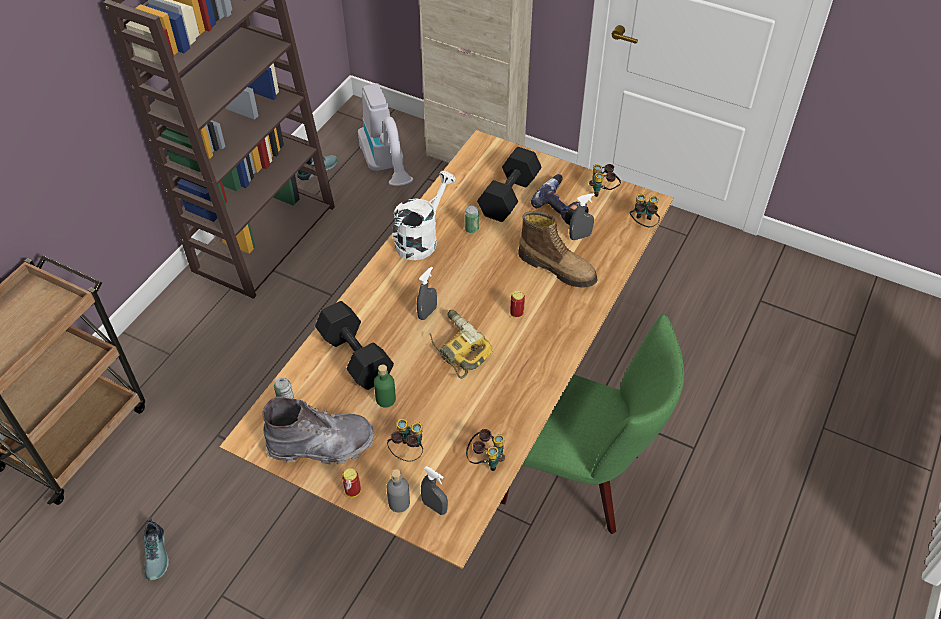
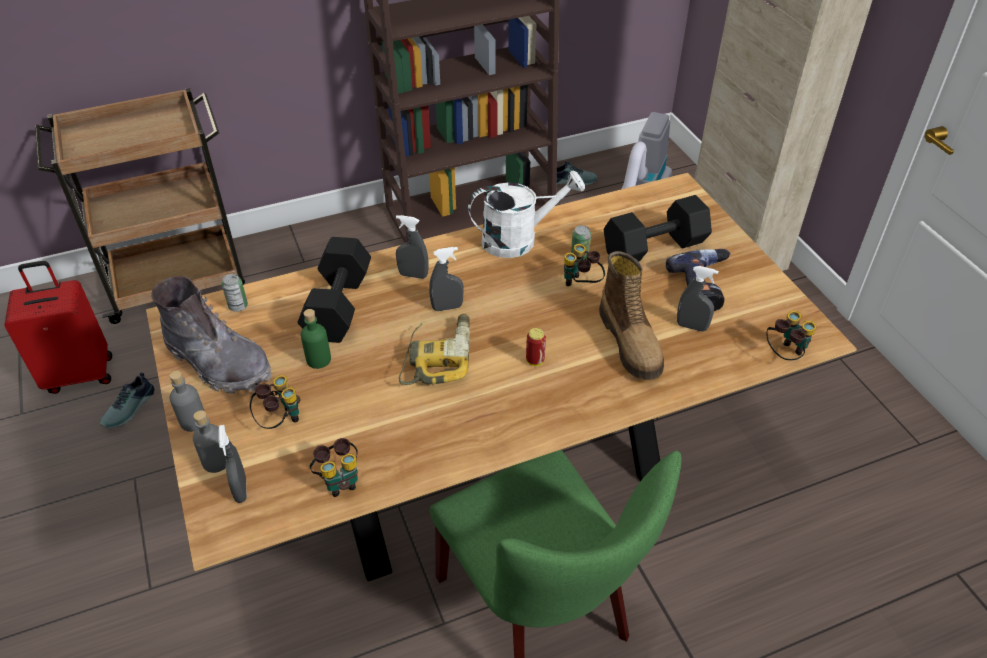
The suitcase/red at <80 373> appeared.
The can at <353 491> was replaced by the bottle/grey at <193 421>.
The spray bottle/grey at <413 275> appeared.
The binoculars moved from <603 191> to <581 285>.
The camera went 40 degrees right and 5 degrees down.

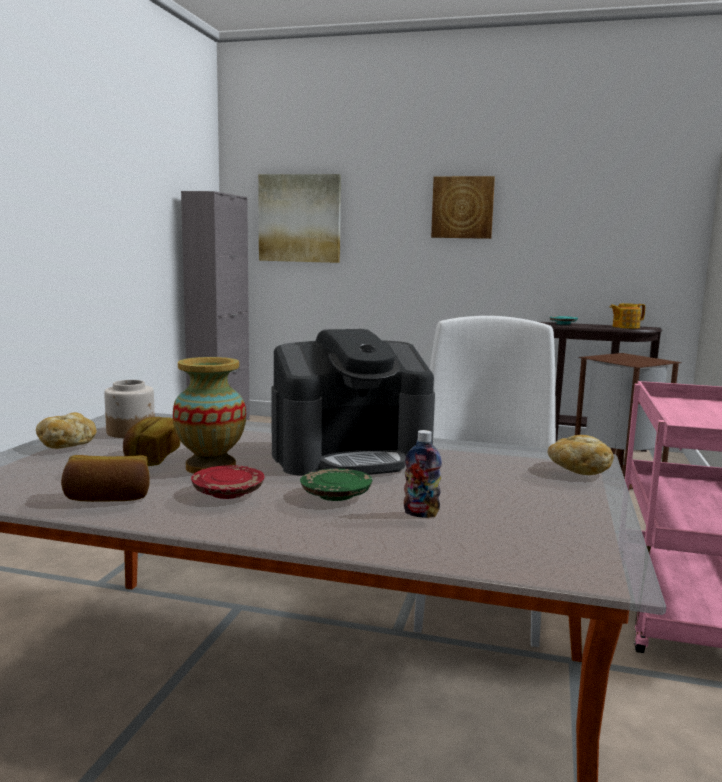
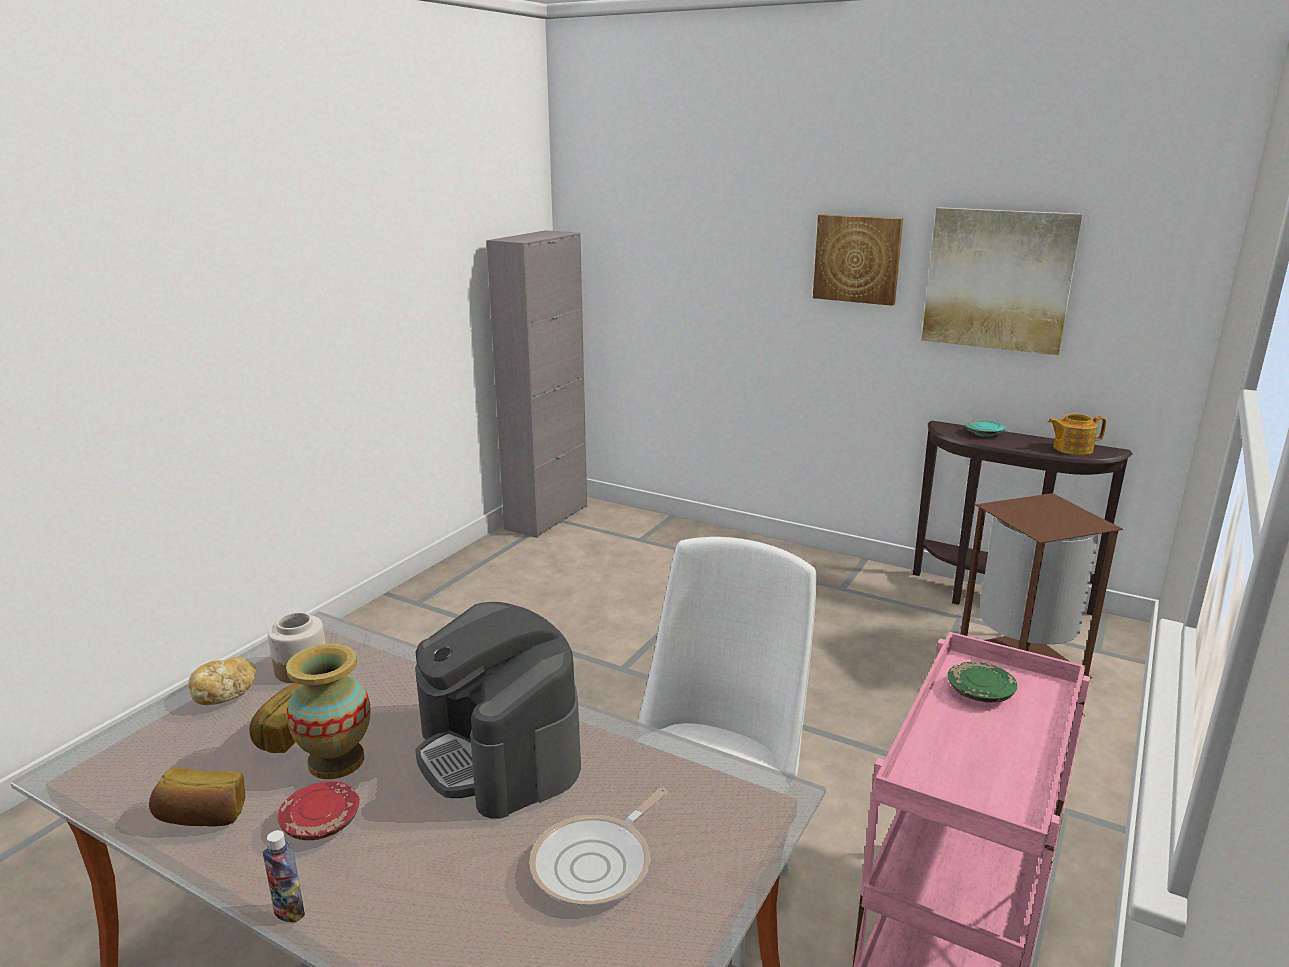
The bottle moved from <421 514> to <289 912>.
The coffee machine at <351 456> turned 60 degrees clockwise.
The frying pan at <597 864> appeared.
The picture moved from <299 218> to <998 280>.
The plate/green moved from <335 495> to <979 692>.
The bread at <578 470> disappeared.
The camera went 15 degrees right and 10 degrees up.

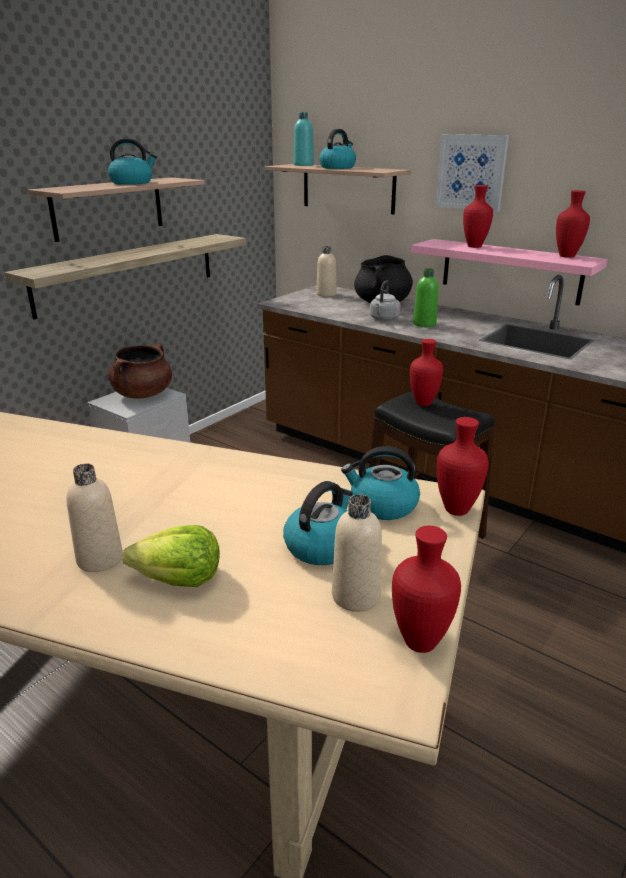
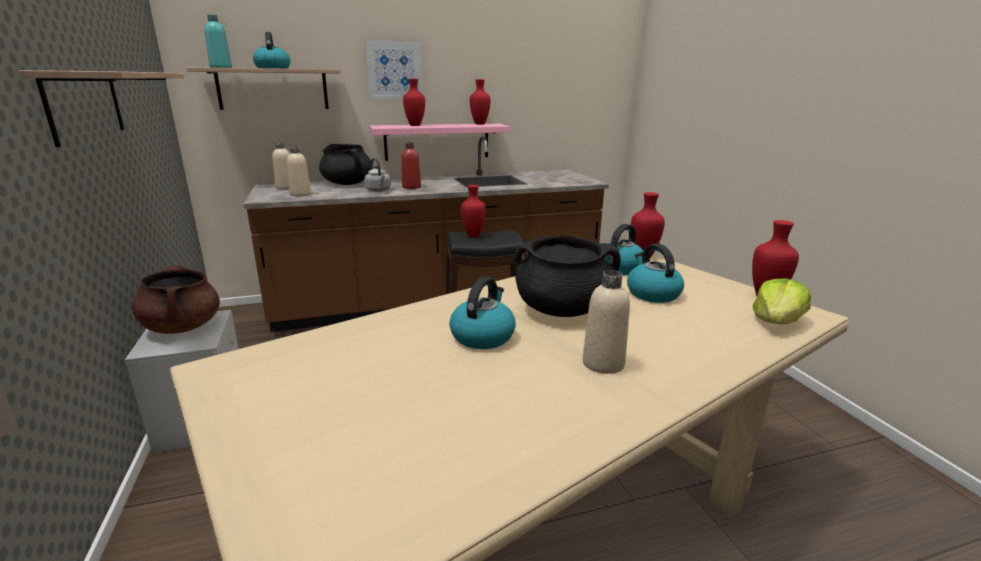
The bottle/beige moved from <356 596> to <300 194>.
The bottle/green at <424 324> became the bottle/red at <411 187>.
The kettle moved from <132 183> to <482 336>.
The cooking pot/black at <562 310> appeared.
The lettuce moved from <179 578> to <777 322>.
The shelf at <128 273> disappeared.
The camera went 55 degrees left and 5 degrees down.

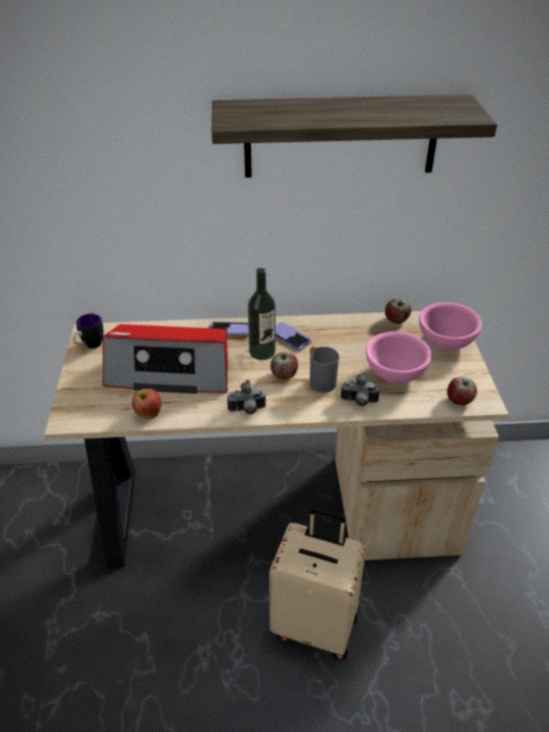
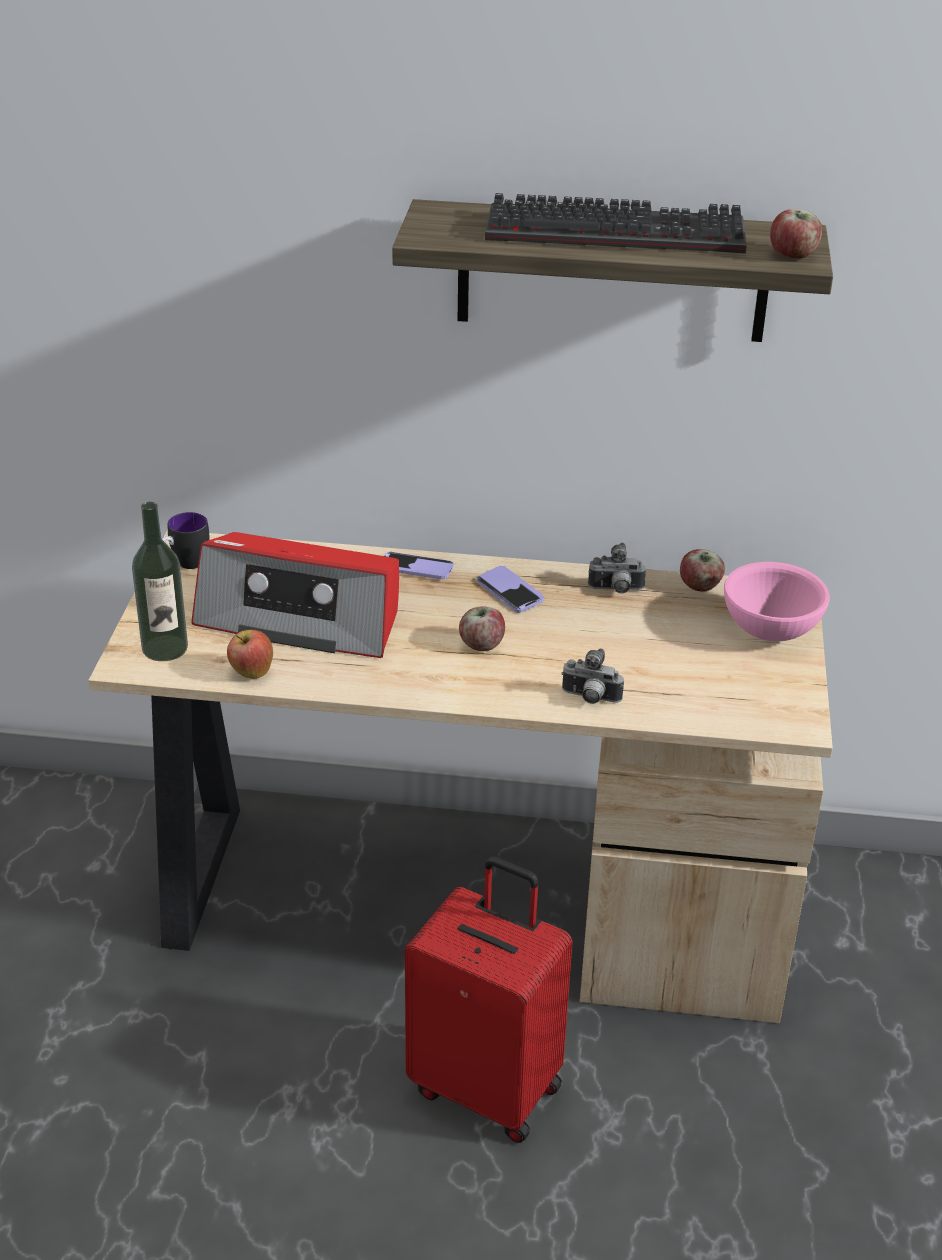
The bottle moved from <262 352> to <165 648>.
The suitcase/beige at <315 625> became the suitcase/red at <488 1086>.
The keyboard at <619 231> appeared.
The photo camera moved from <247 410> to <616 590>.
The apple moved from <459 401> to <793 256>.
The mug/grey at <319 380> disappeared.
The bowl/pink at <395 375> disappeared.
The camera went 10 degrees right and 5 degrees down.

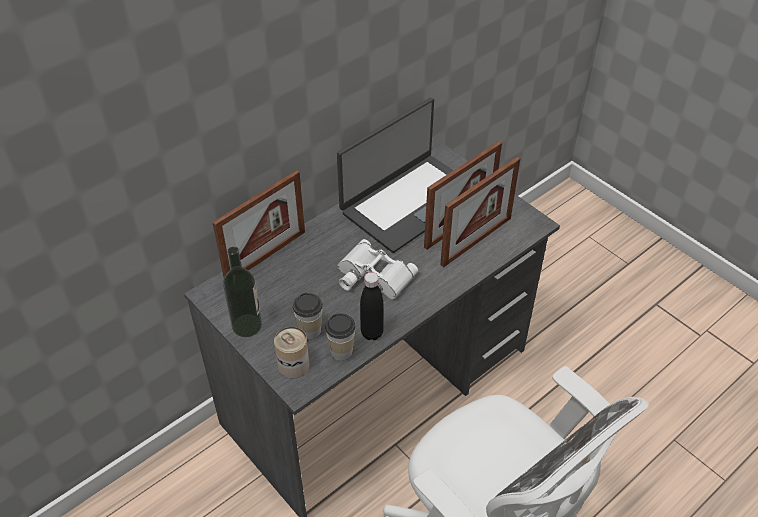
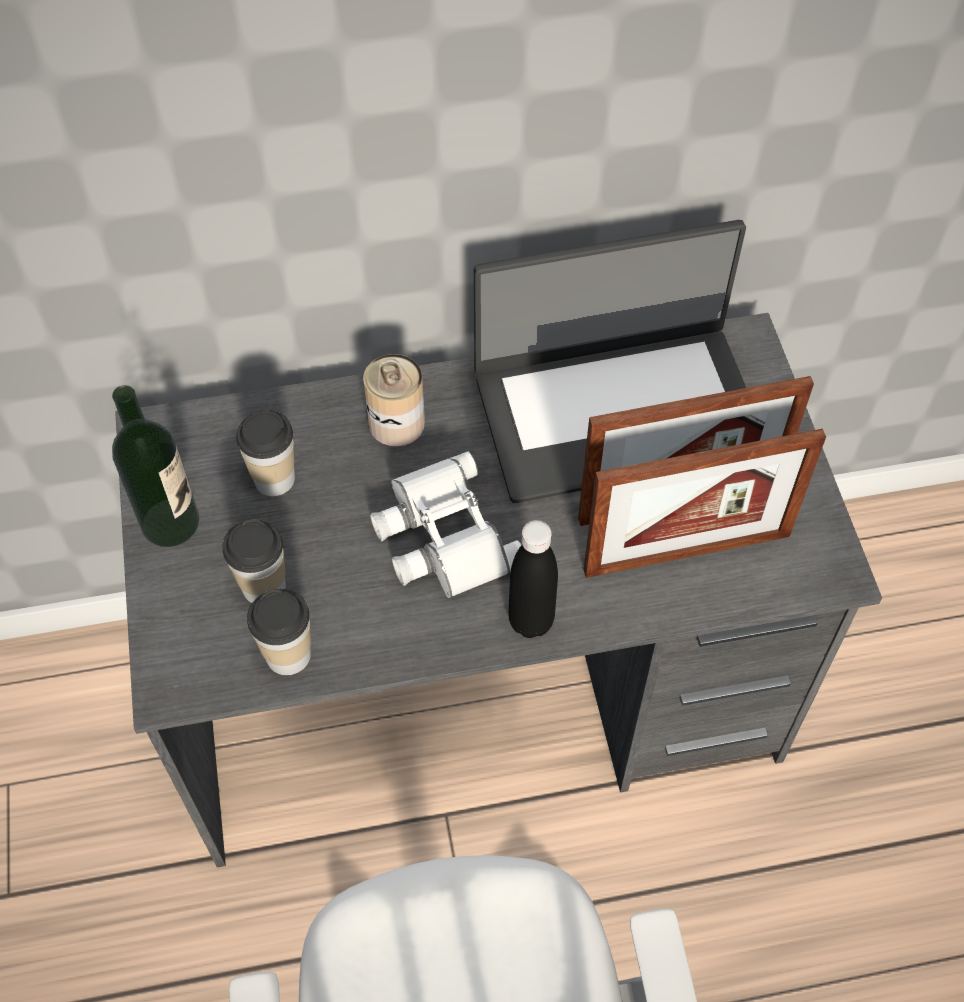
The cup at <274 478> appeared.
The can moved from <293 365> to <396 423>.
The bottle/black moved from <372 333> to <531 621>.
The picture frame at <265 256> disappeared.
The camera went 30 degrees right and 10 degrees up.

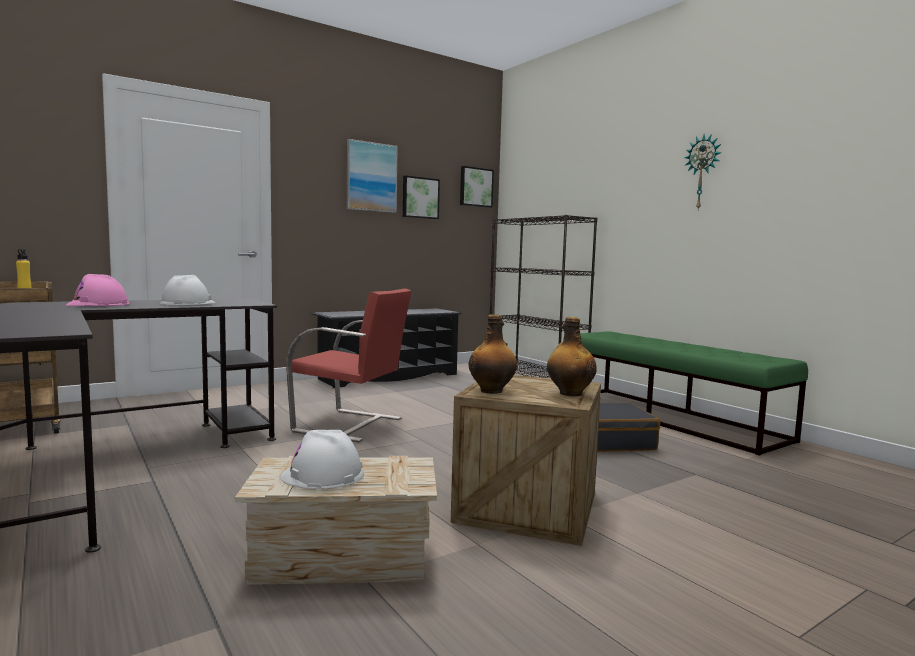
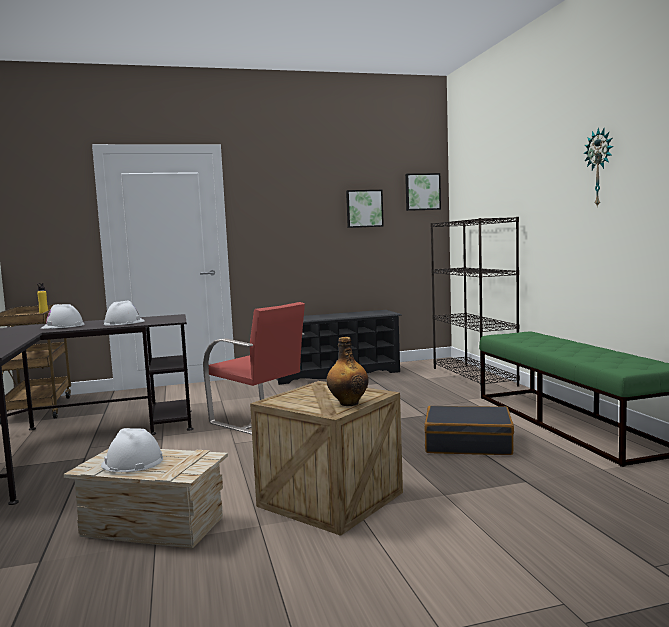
The hard hat/pink at <98 304> became the hard hat/white at <63 326>.
The picture at <371 177> disappeared.
The bottle at <492 391> disappeared.
The camera went 20 degrees right and 0 degrees up.

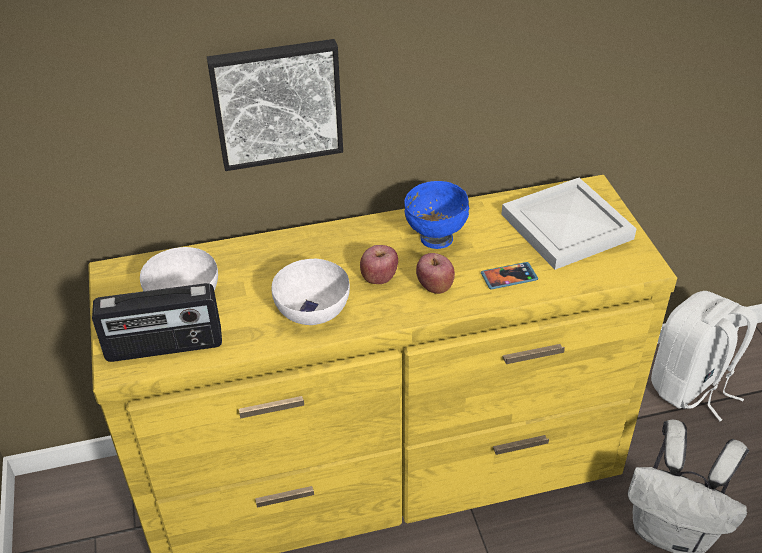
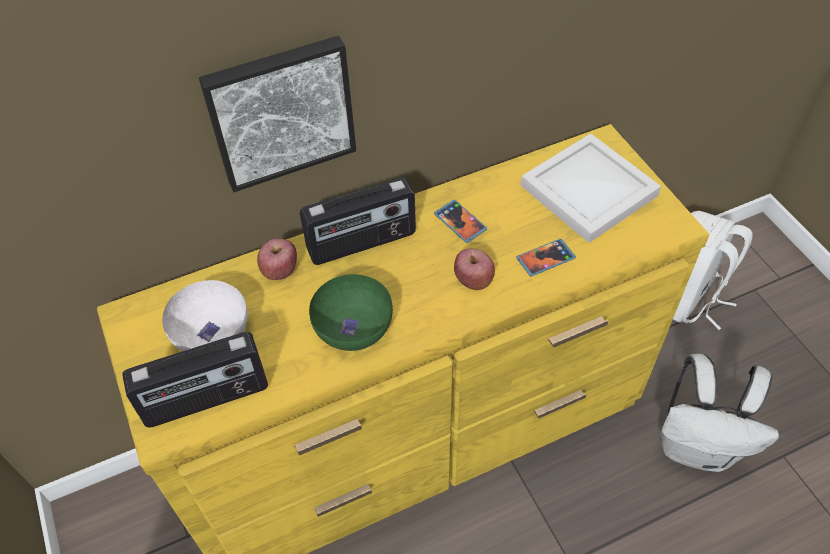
The apple moved from <379 277> to <280 270>.
The radio at <362 243> appeared.
The bowl/white at <312 310> became the bowl/green at <353 329>.
The bowl/blue at <435 237> was replaced by the phone at <460 222>.
The camera went 10 degrees left and 10 degrees up.

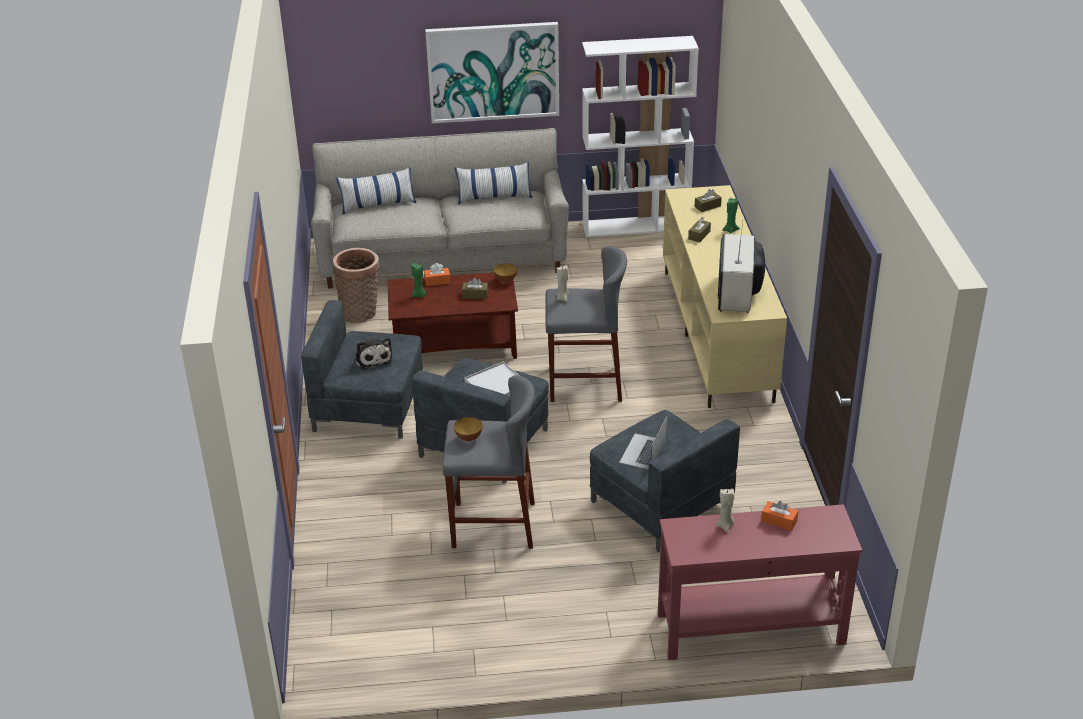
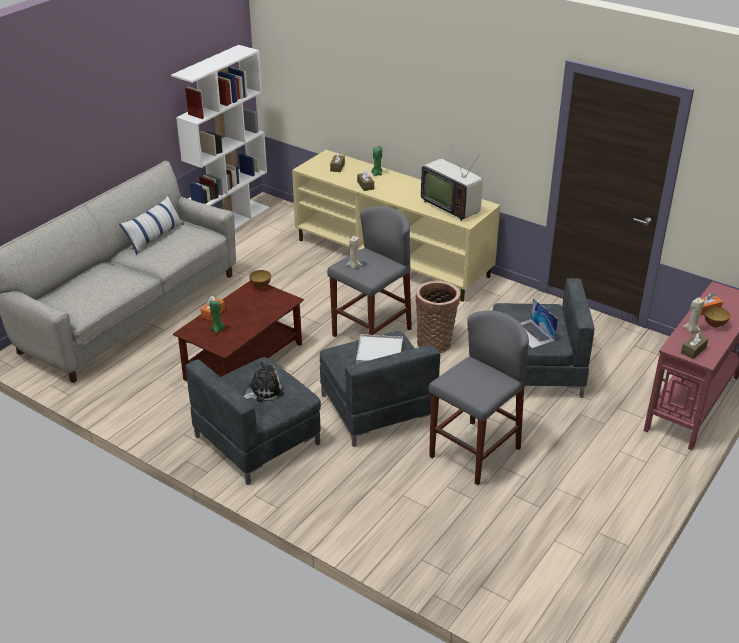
The plush toy at <373 359> turned 45 degrees counterclockwise.
The basket moved from <361 313> to <435 342>.
The tissue box/brown moved from <475 295> to <693 350>.
The bowl moved from <468 438> to <714 325>.
The pillow at <378 204> disappeared.
The picture at <493 72> disappeared.
The camera went 50 degrees left and 0 degrees up.

